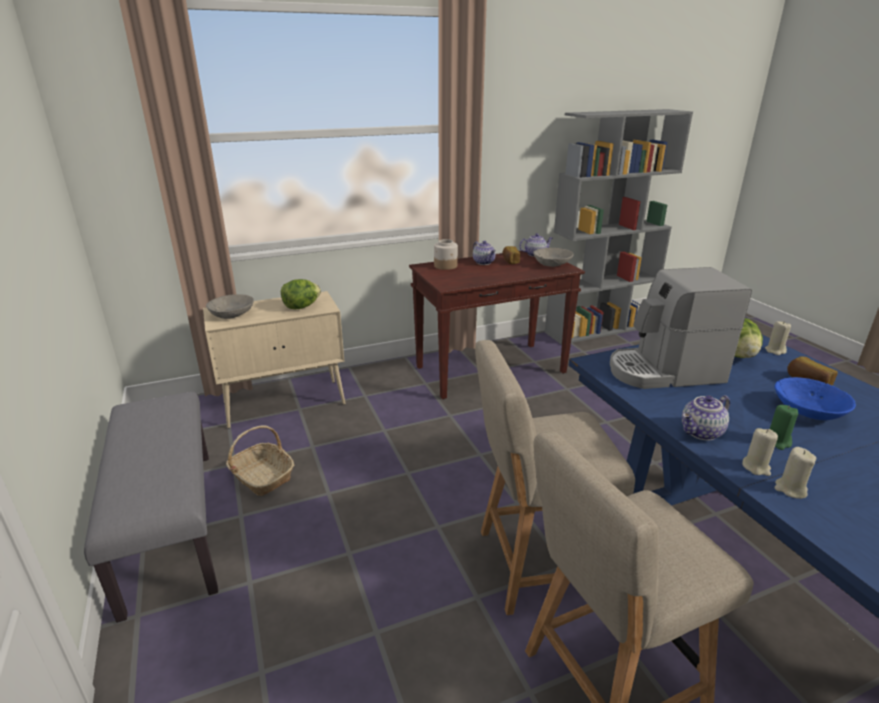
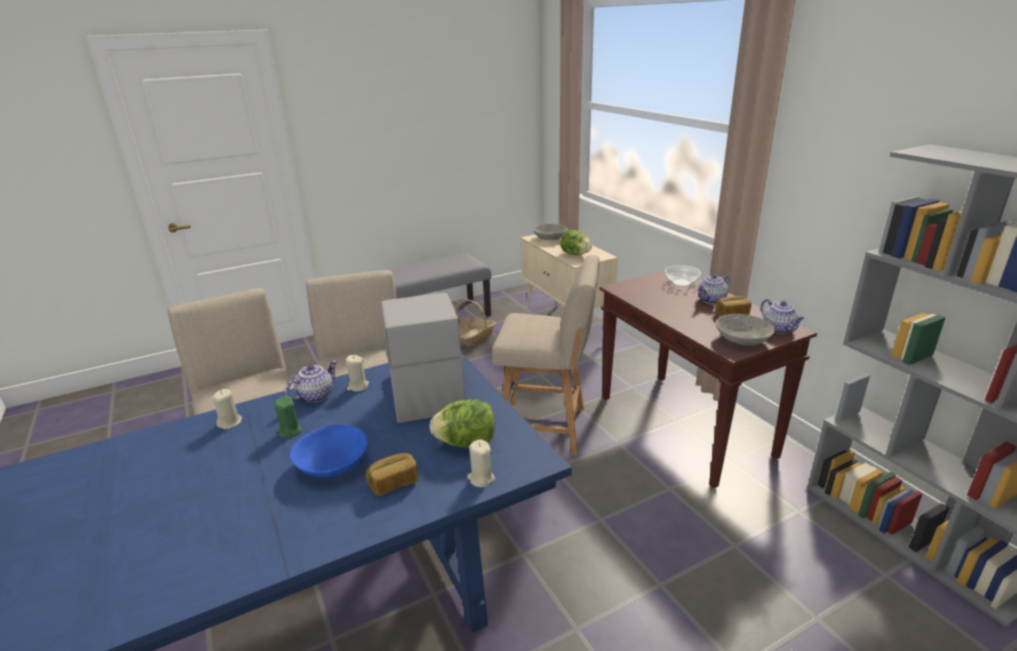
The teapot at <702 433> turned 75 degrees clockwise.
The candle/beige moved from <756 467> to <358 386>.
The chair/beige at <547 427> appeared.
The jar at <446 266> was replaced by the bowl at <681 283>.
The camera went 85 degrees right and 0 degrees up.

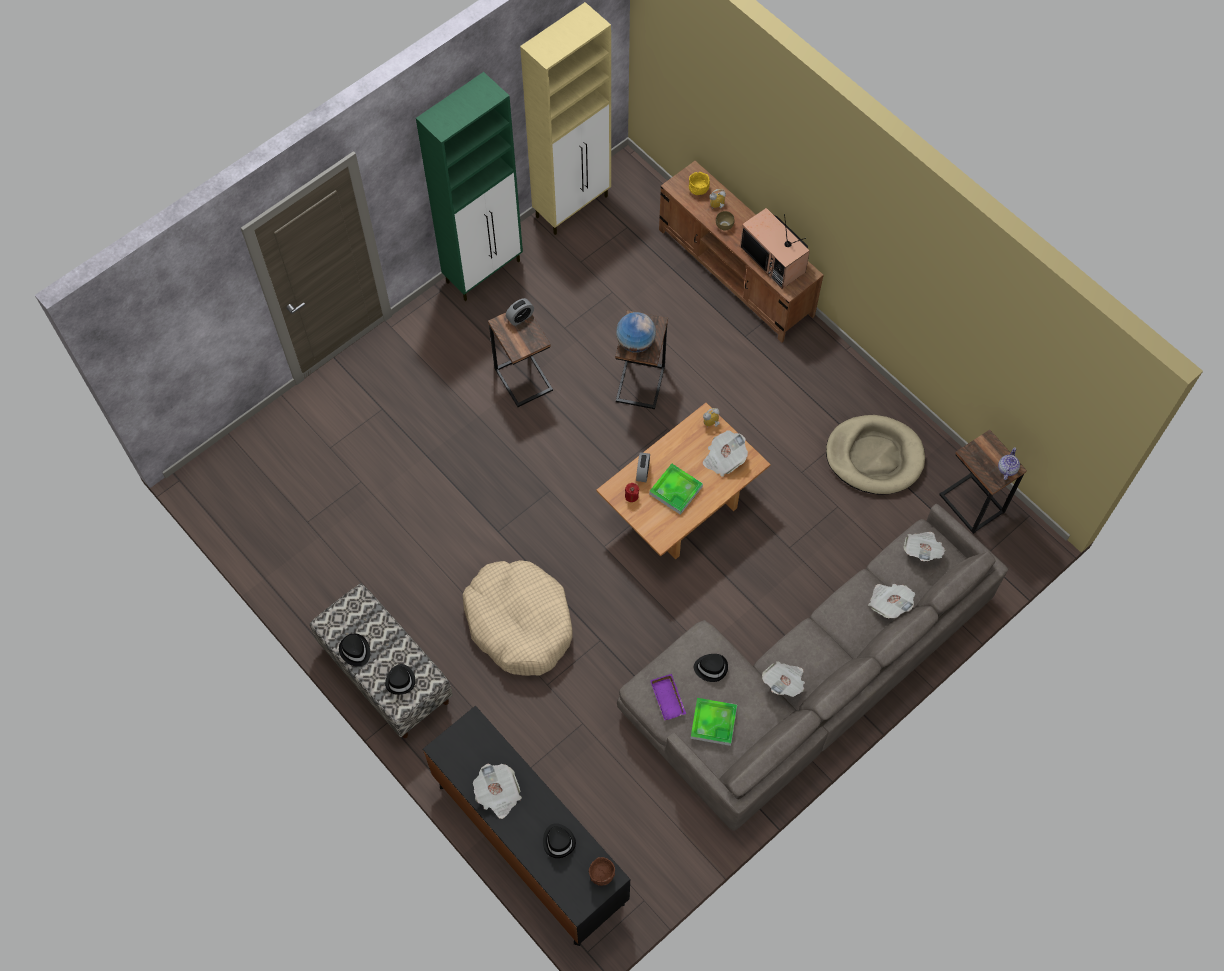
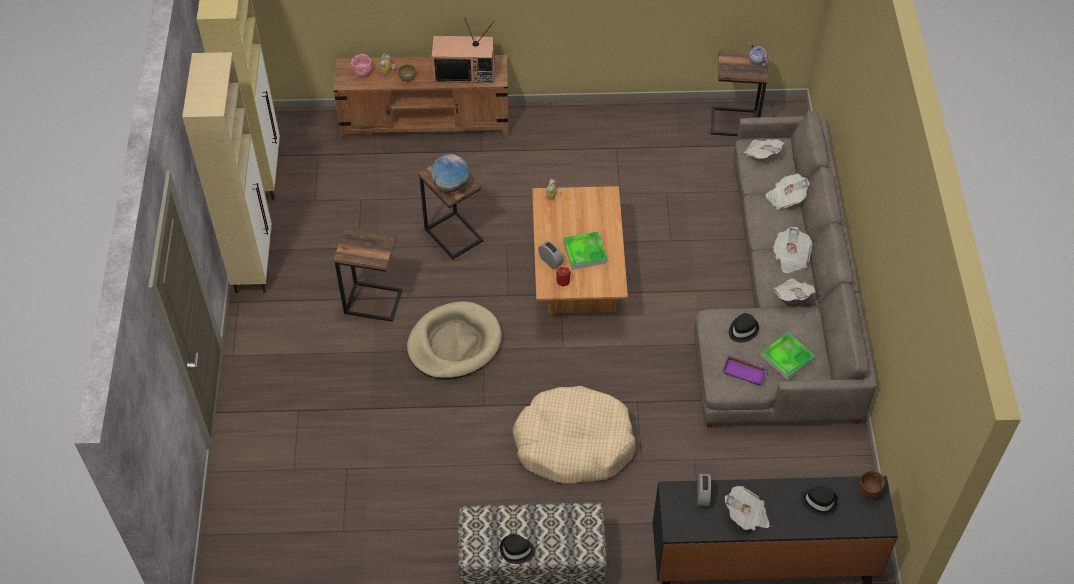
The cabinet/green at <484 271> became the cabinet/beige at <254 263>.
The bowl/yellow at <698 191> became the bowl/pink at <363 73>.
The dog bed/beige moved from <874 457> to <454 343>.
The alarm clock moved from <520 317> to <702 495>.
The newspaper moved from <724 458> to <790 257>.
The hat/black at <400 680> disappeared.
The camera went 50 degrees left and 10 degrees down.

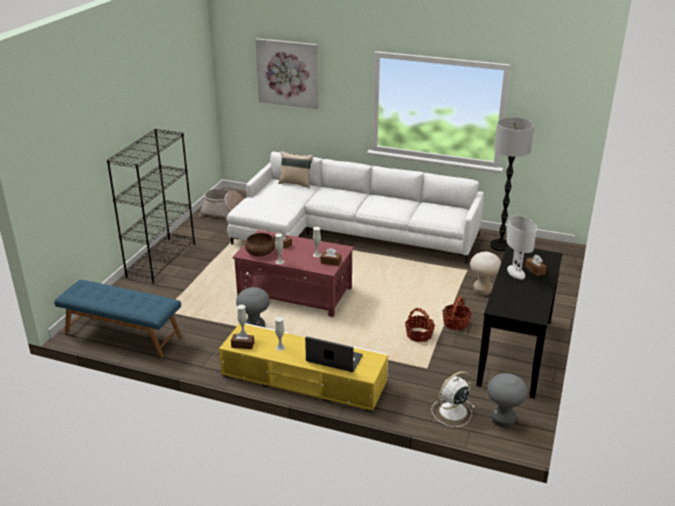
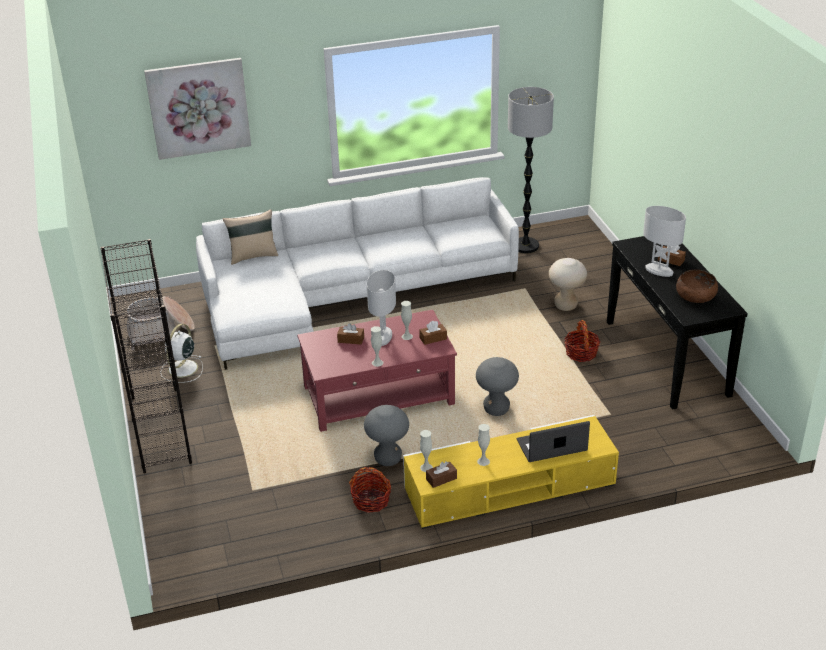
The fan/white moved from <452 412> to <182 369>.
The basket moved from <419 335> to <371 500>.
The table lamp/white at <383 337> appeared.
The stool/grey moved from <503 421> to <496 409>.
The bowl/brown moved from <260 251> to <695 295>.
The bench/blue at <122 335> disappeared.
The camera went 35 degrees left and 5 degrees up.

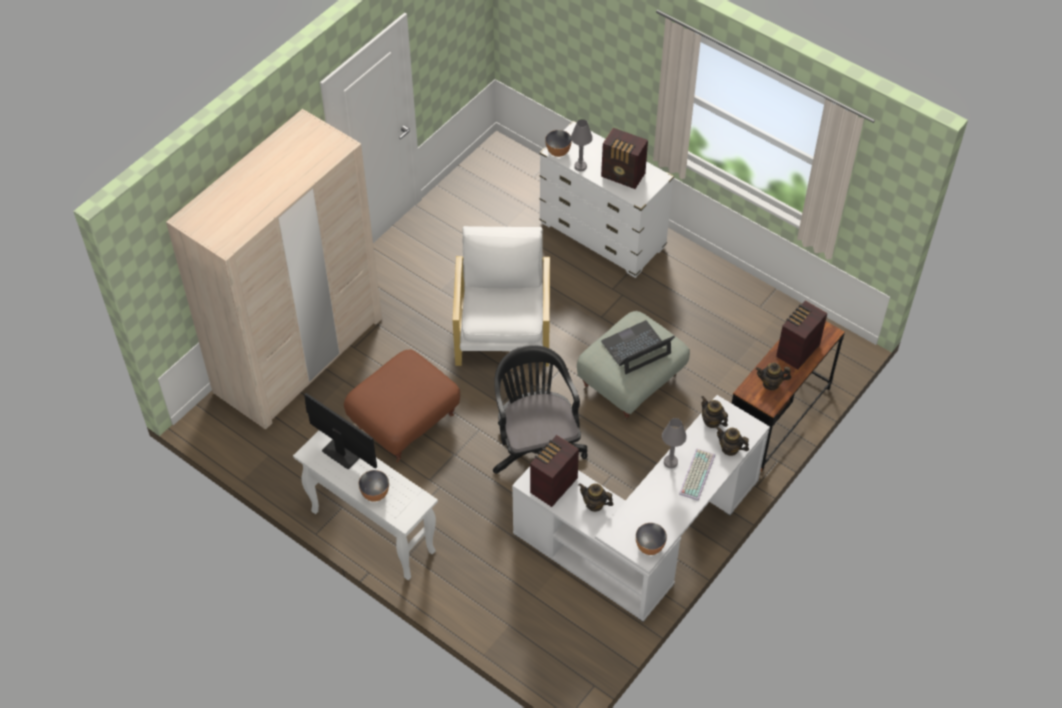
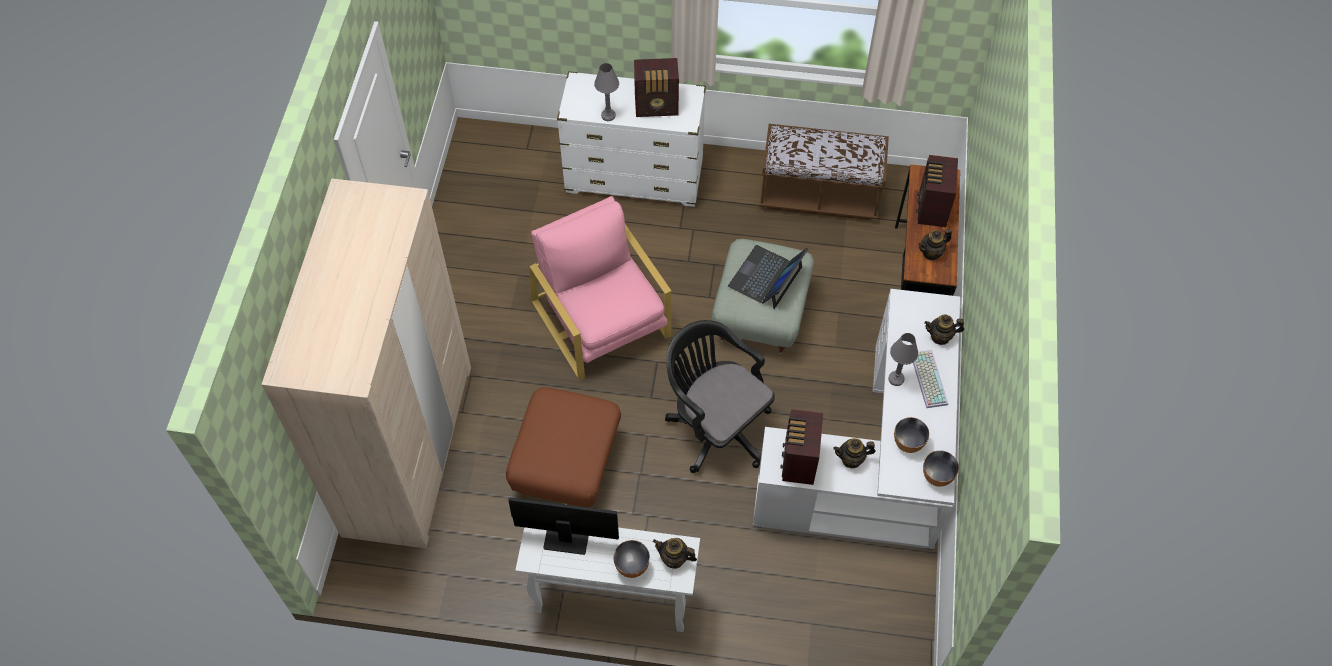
The armchair/white at <503 329> became the armchair/pink at <601 319>.
The teapot moved from <712 421> to <674 559>.
The bench/brown at <819 195> appeared.
The bowl moved from <558 152> to <908 443>.
The camera went 30 degrees left and 5 degrees up.

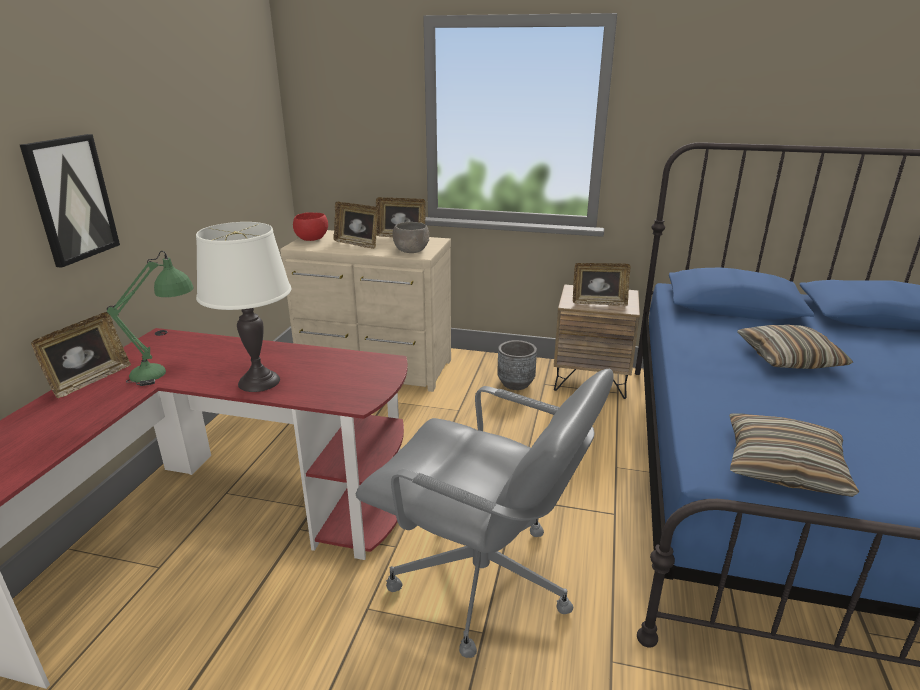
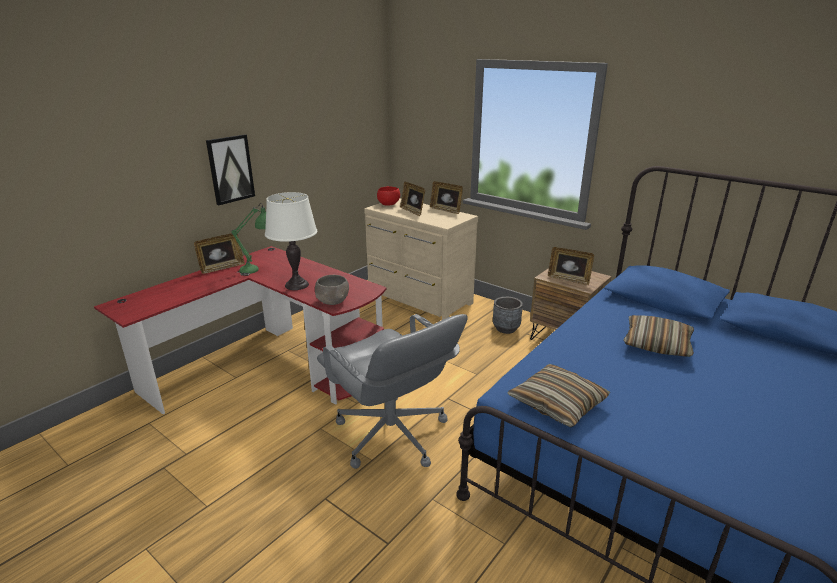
The bowl/grey moved from <412 250> to <333 301>.
The camera went 25 degrees right and 0 degrees up.

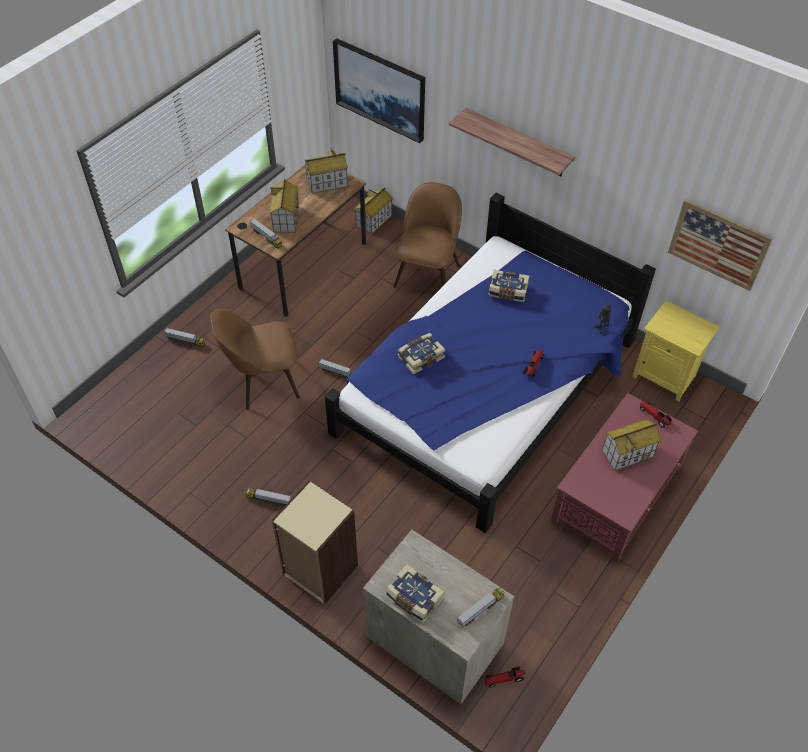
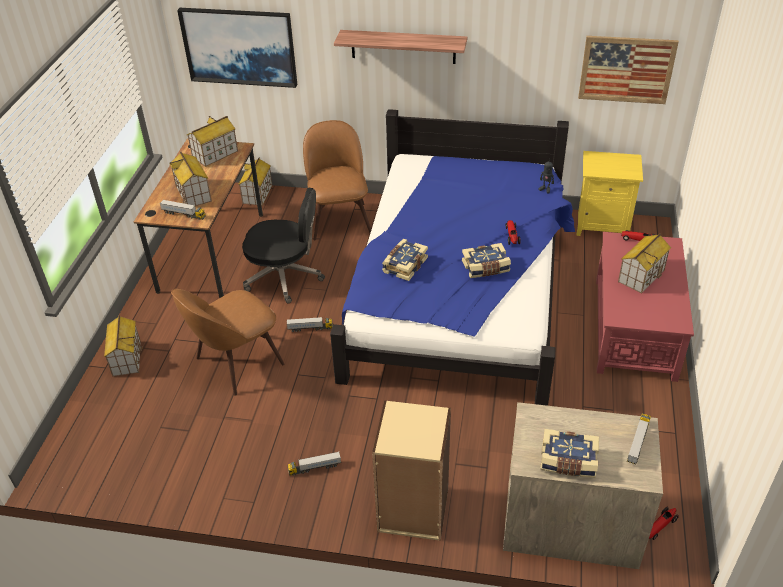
The toy truck at <185 341> was replaced by the toy house at <126 358>.
The office chair/black at <285 277> appeared.
The book moved from <507 291> to <486 268>.
The camera went 25 degrees left and 10 degrees down.

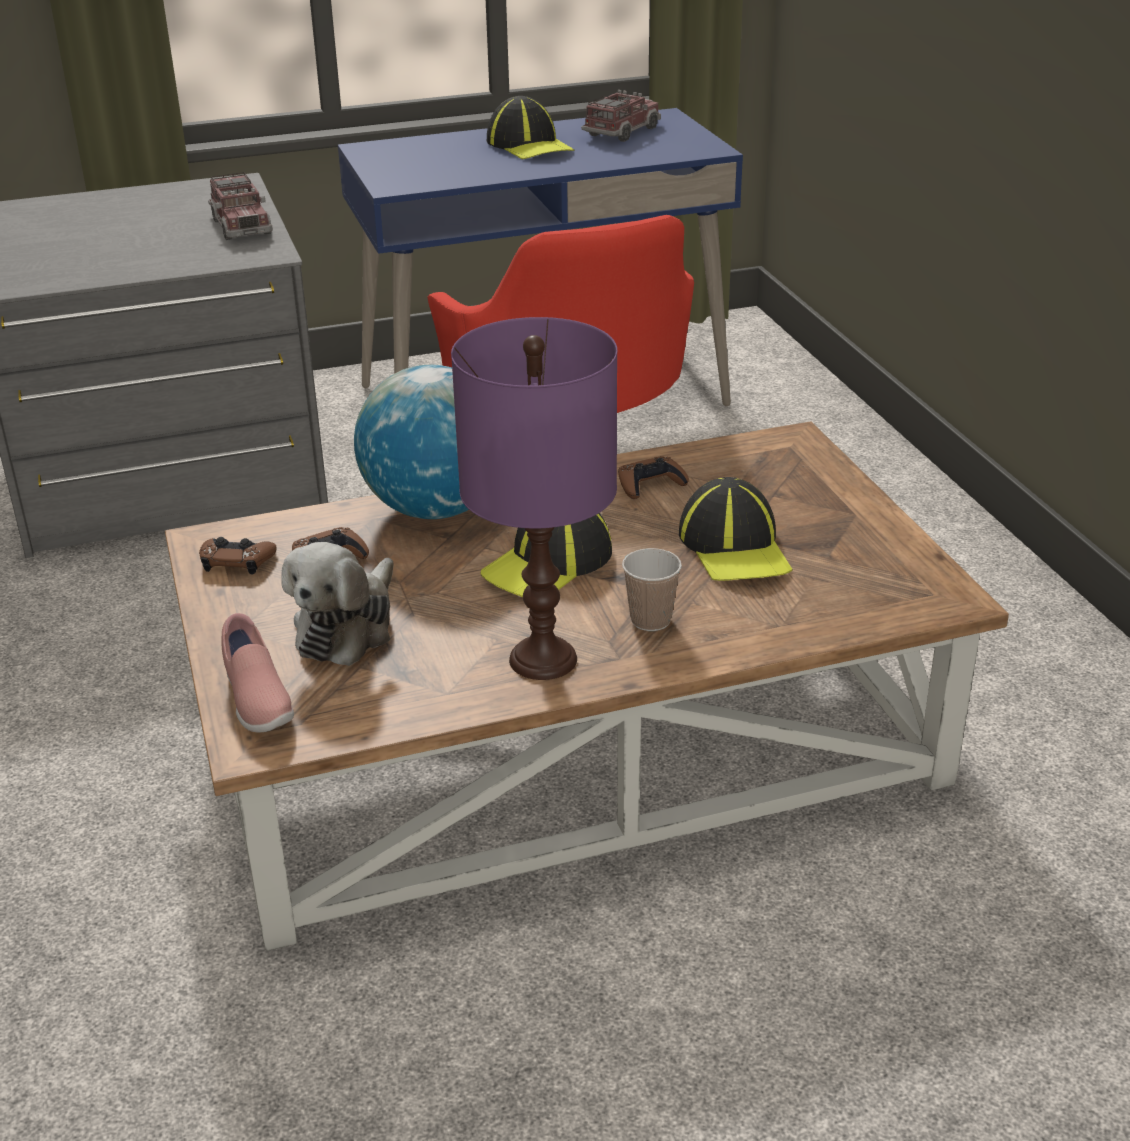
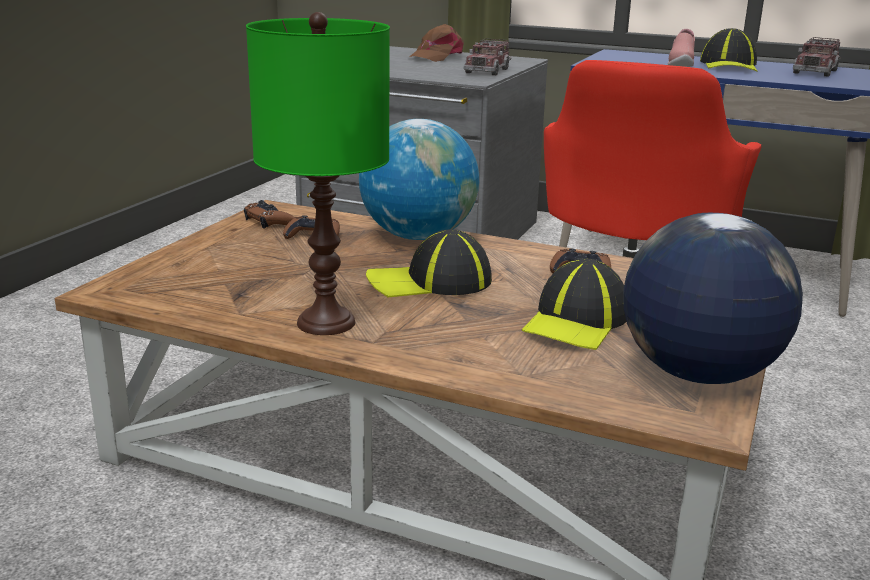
The table lamp/purple at <542 660> became the table lamp/green at <325 322>.
The cap/brown at <436 57> appeared.
The globe at <698 373> appeared.
The shoe/pink moved from <256 700> to <680 65>.
The toy truck at <622 132> turned 135 degrees clockwise.
The plush toy at <347 627> disappeared.
The cup at <650 620> disappeared.
The camera went 40 degrees right and 10 degrees down.

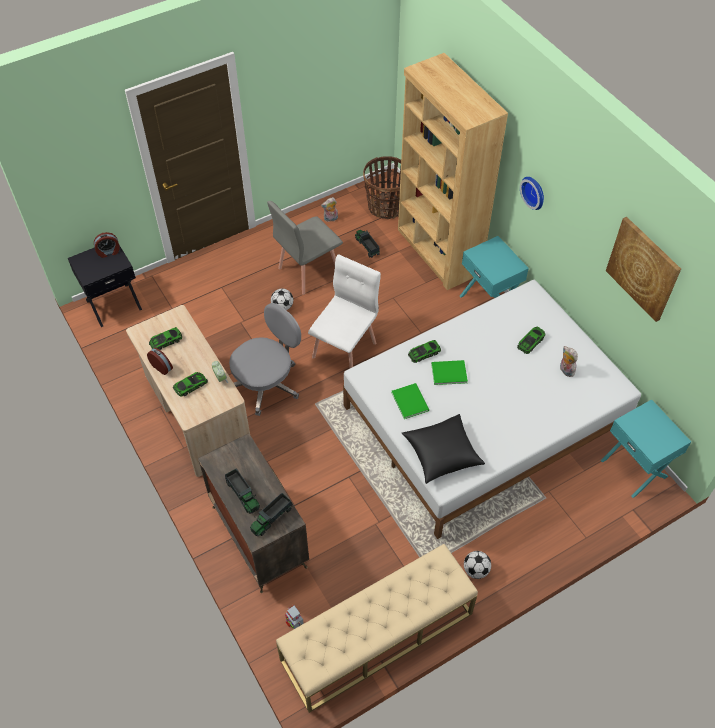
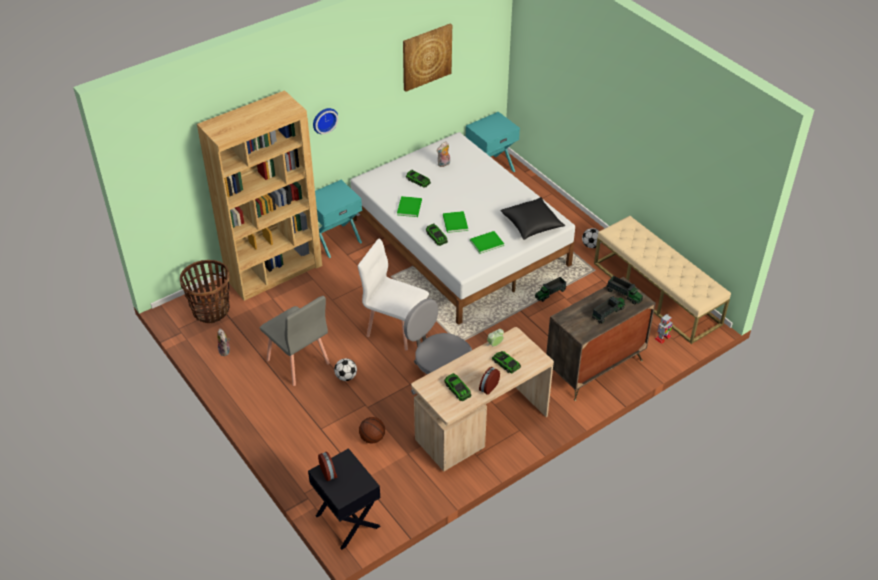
The basketball at <372 438> appeared.
The book/green at <410 207> appeared.
The toy truck moved from <367 246> to <550 293>.
The camera went 95 degrees left and 10 degrees down.

